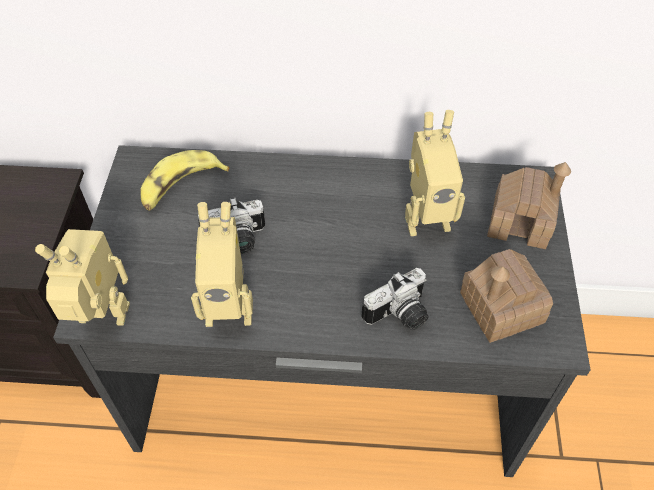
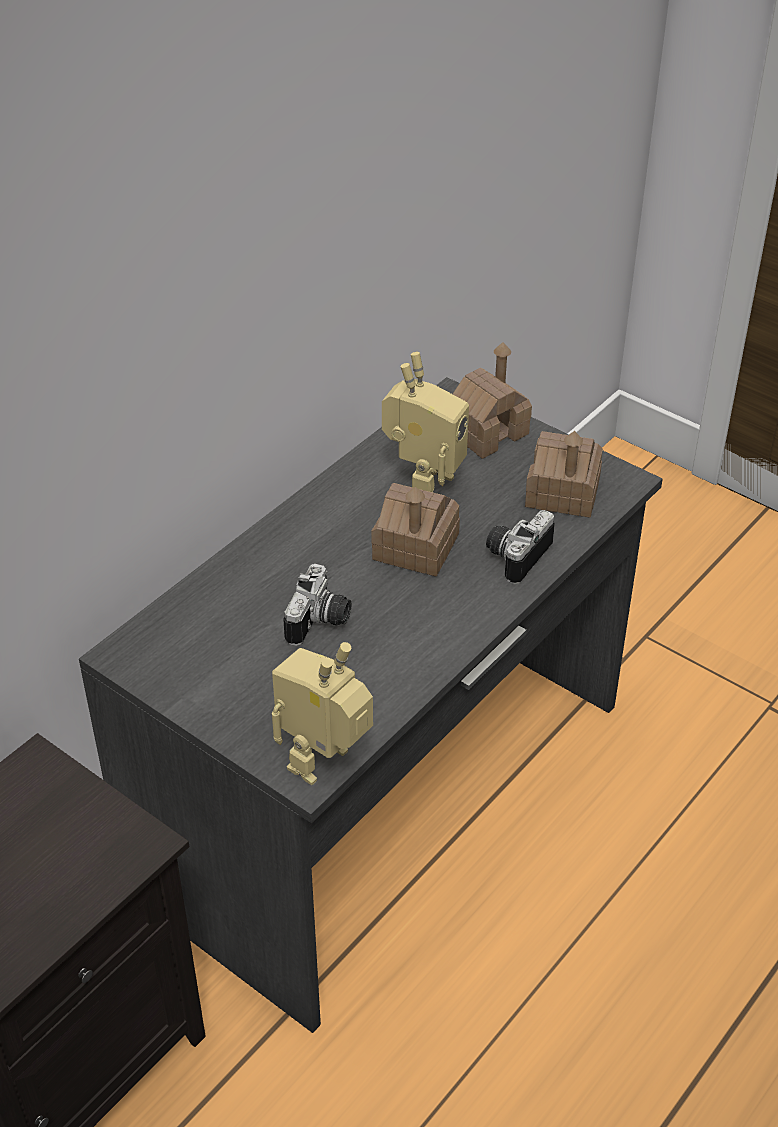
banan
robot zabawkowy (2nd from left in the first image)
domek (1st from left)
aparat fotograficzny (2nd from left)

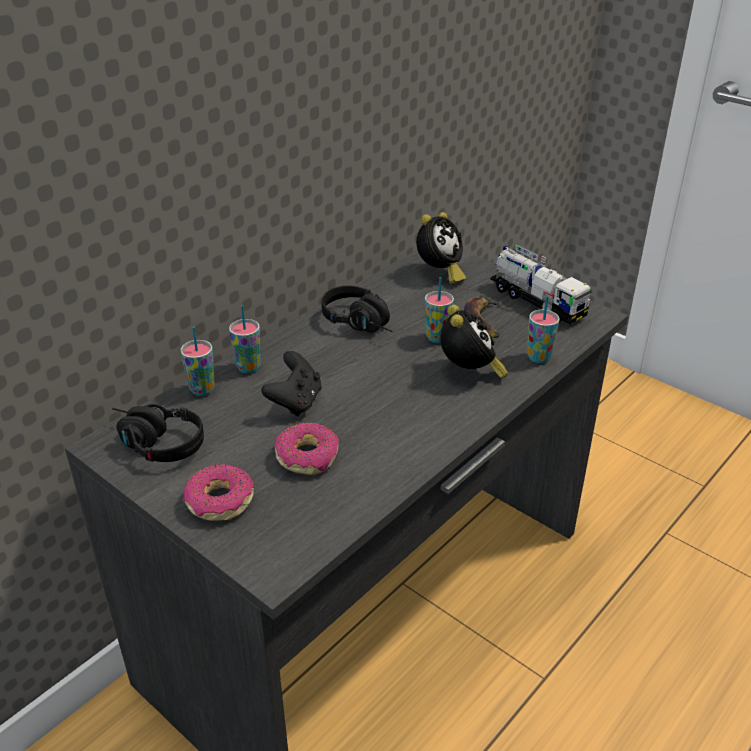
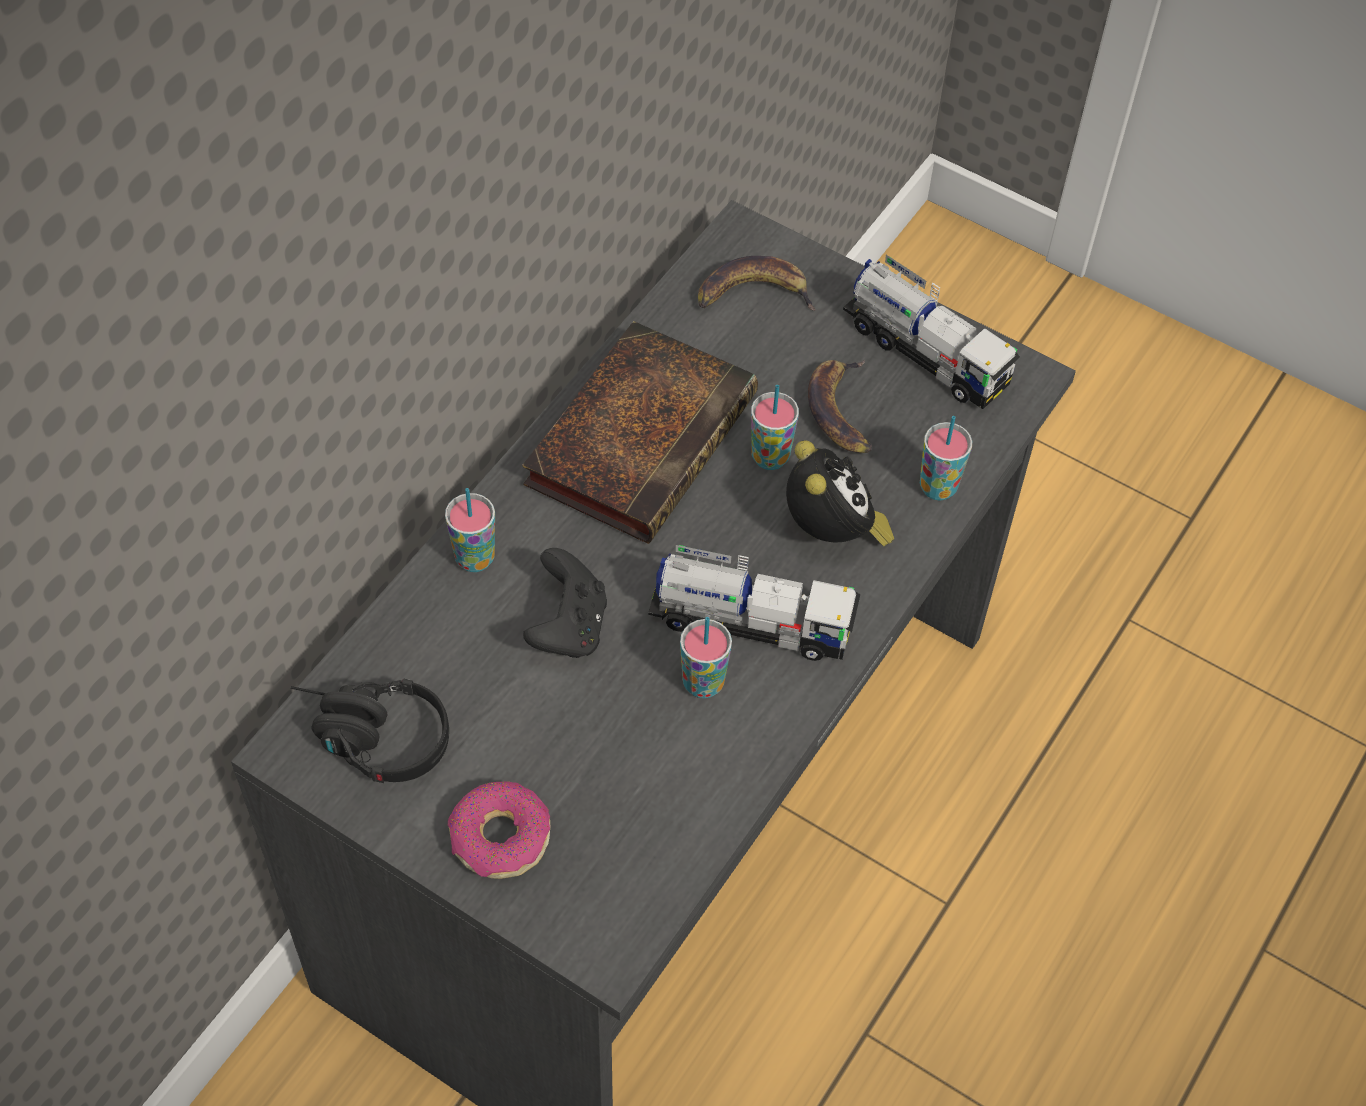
donut (2nd from left in the first image)
ciężarówka zabawkowa (1st from left)
filiżanka (2nd from left)
książka
banan (1st from left)

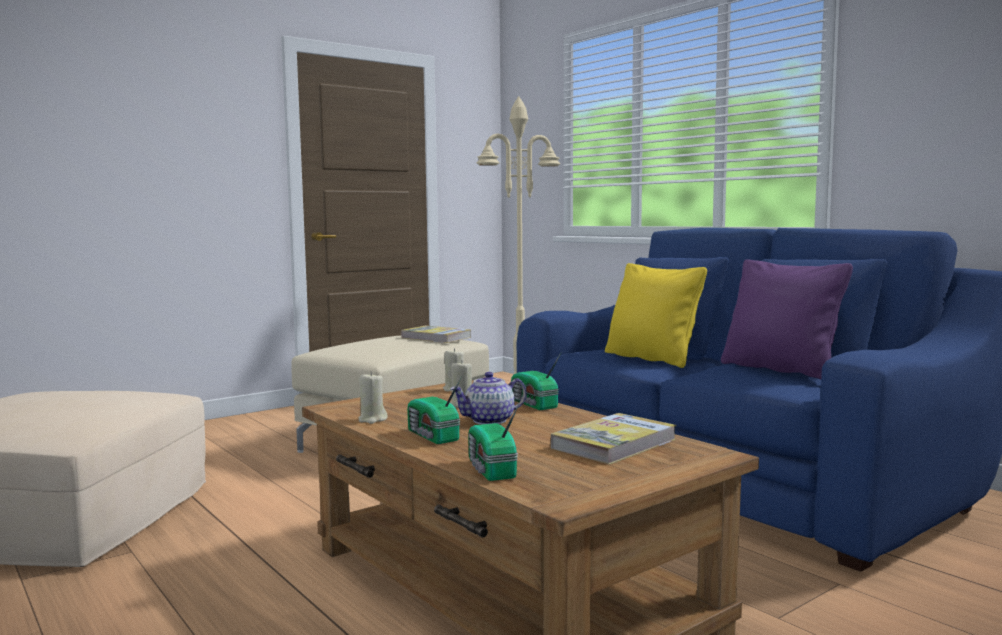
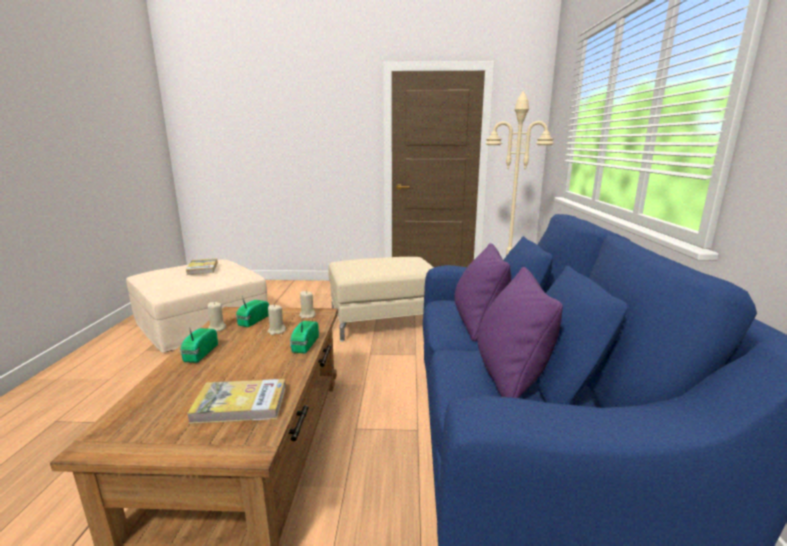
imbryk
książka (1st from left)
radio (2nd from left)
poduszka/fioletowy (1st from left)

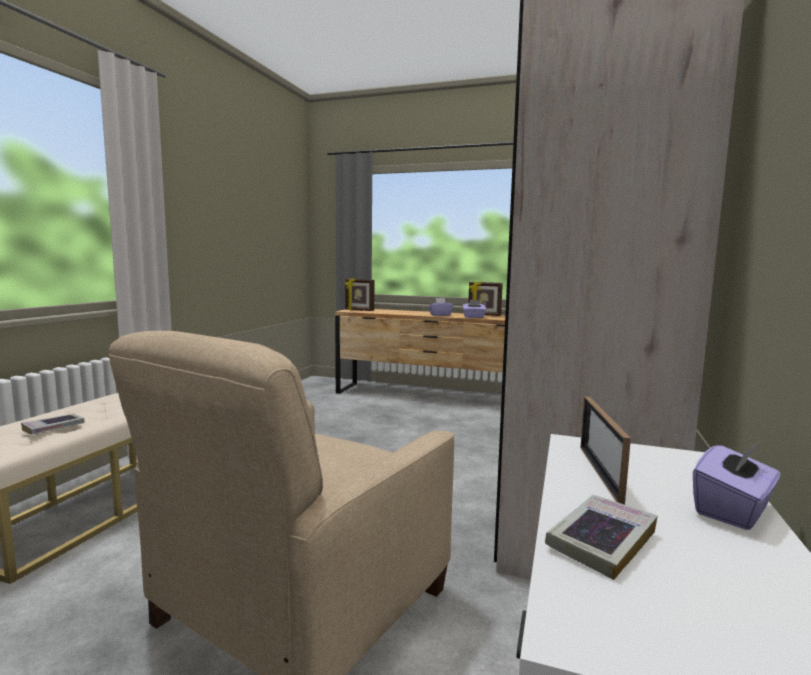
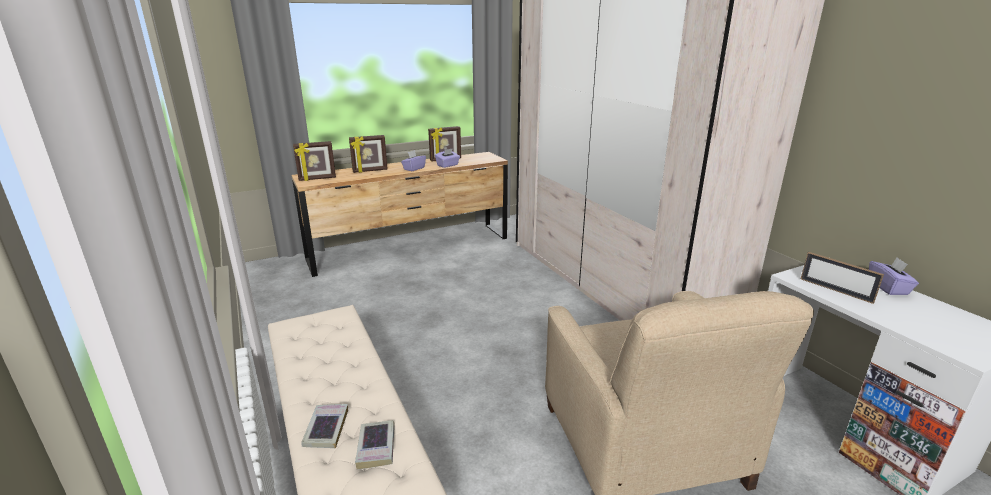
ramka na zdjęcie (2nd from left)
książka (1st from left)

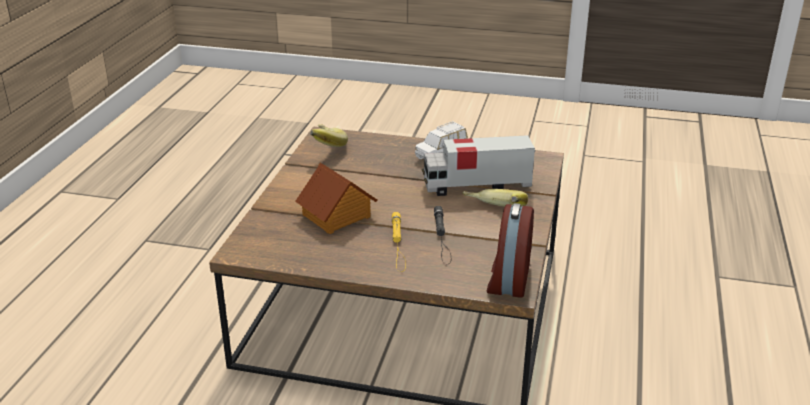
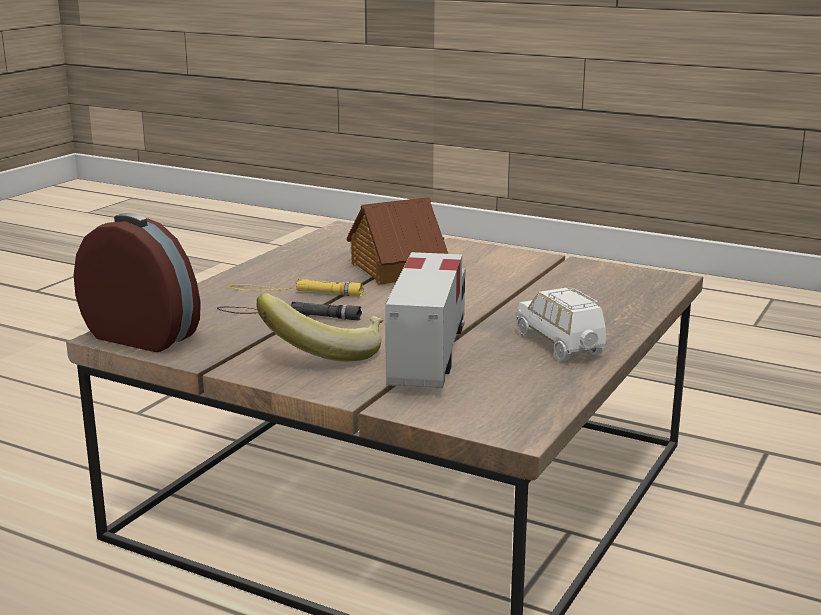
banan (1st from left in the first image)

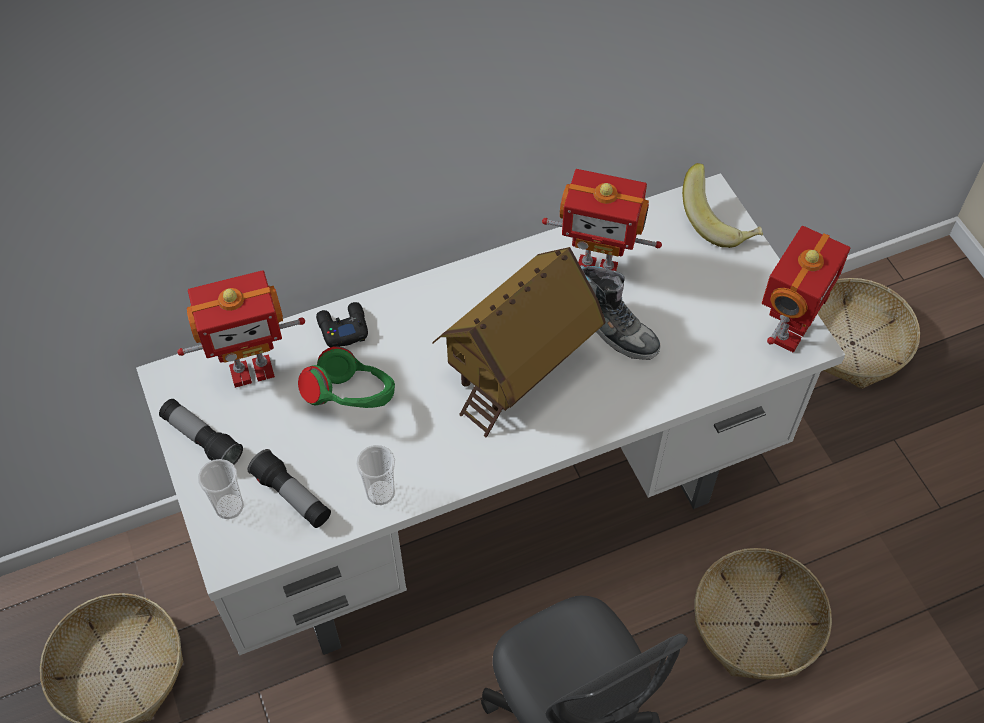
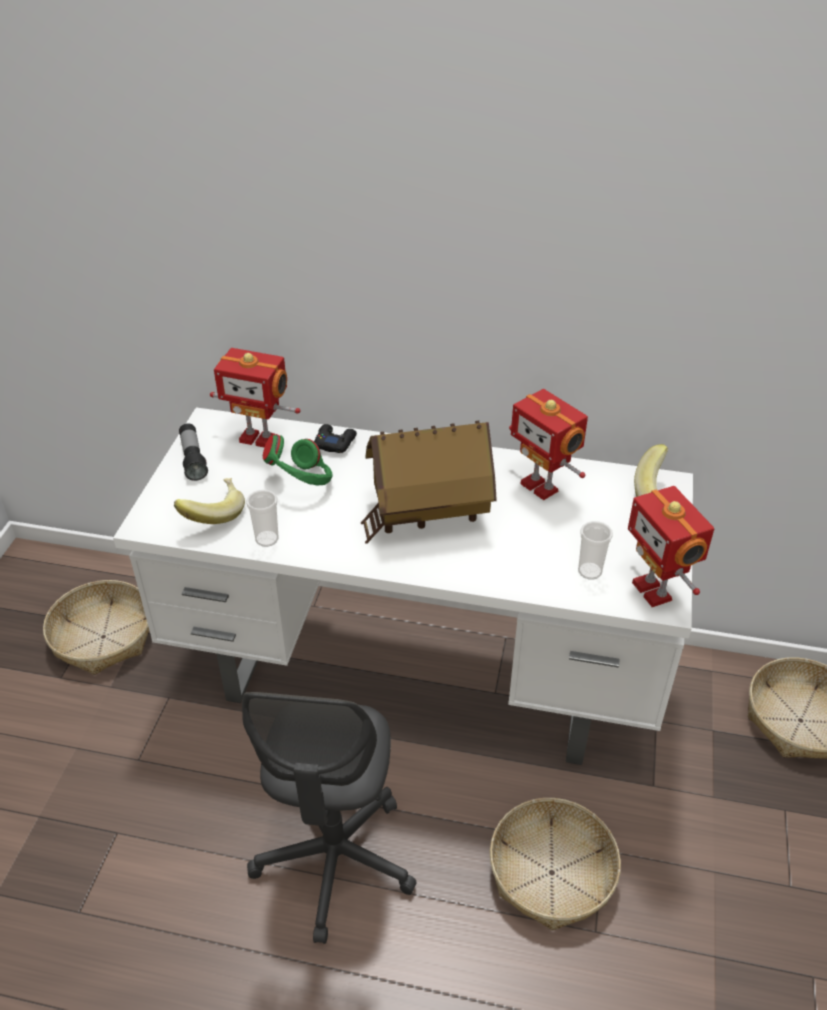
but
filiżanka (2nd from left)
banan (1st from left)
robot zabawkowy (3rd from left)

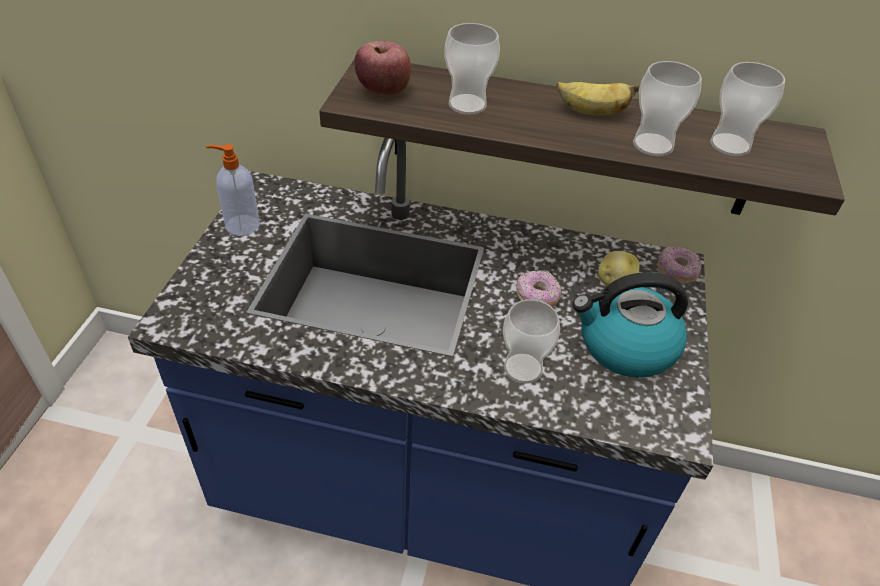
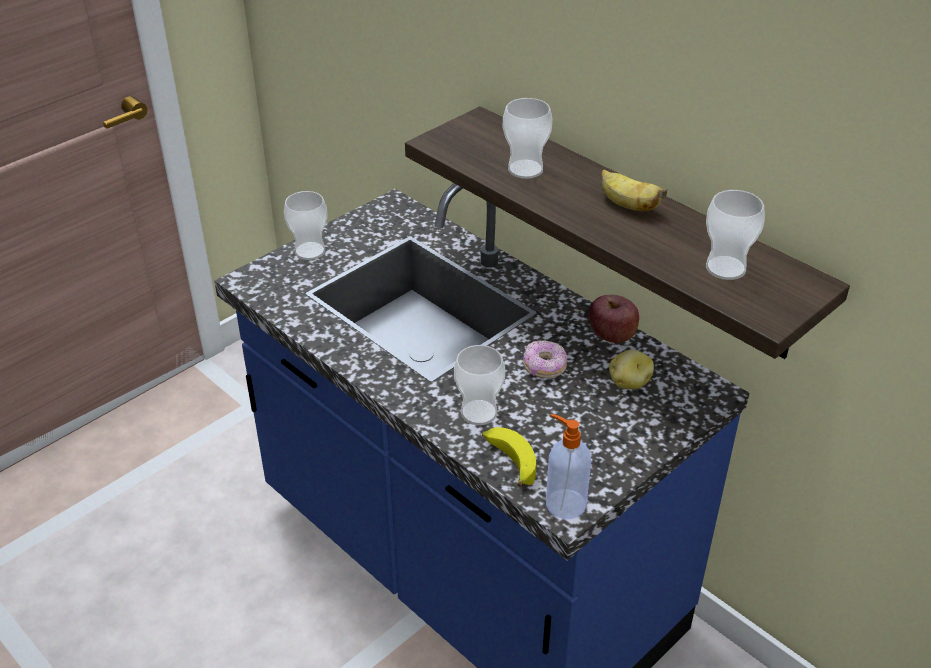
czajnik
donut (2nd from left in the first image)
banan (1st from left)
dozownik mydła
jabłko
filiżanka (1st from left)

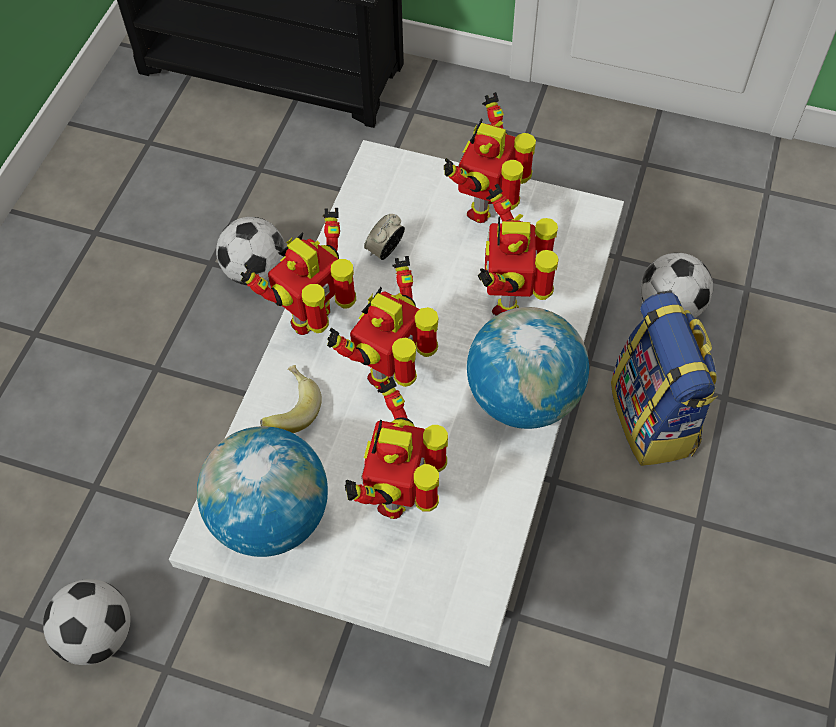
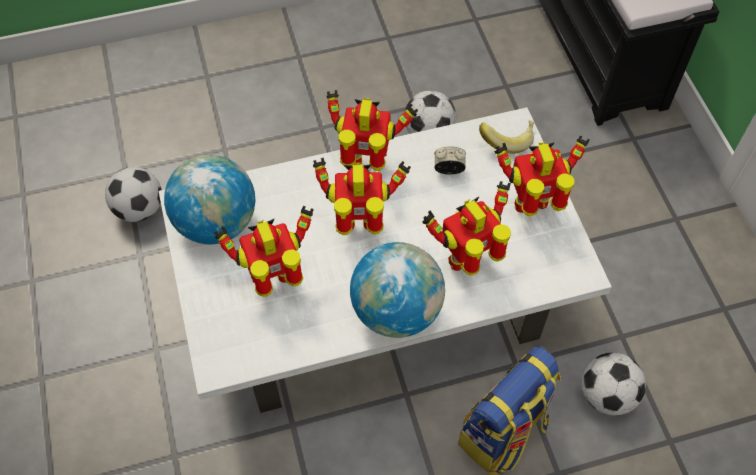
banan

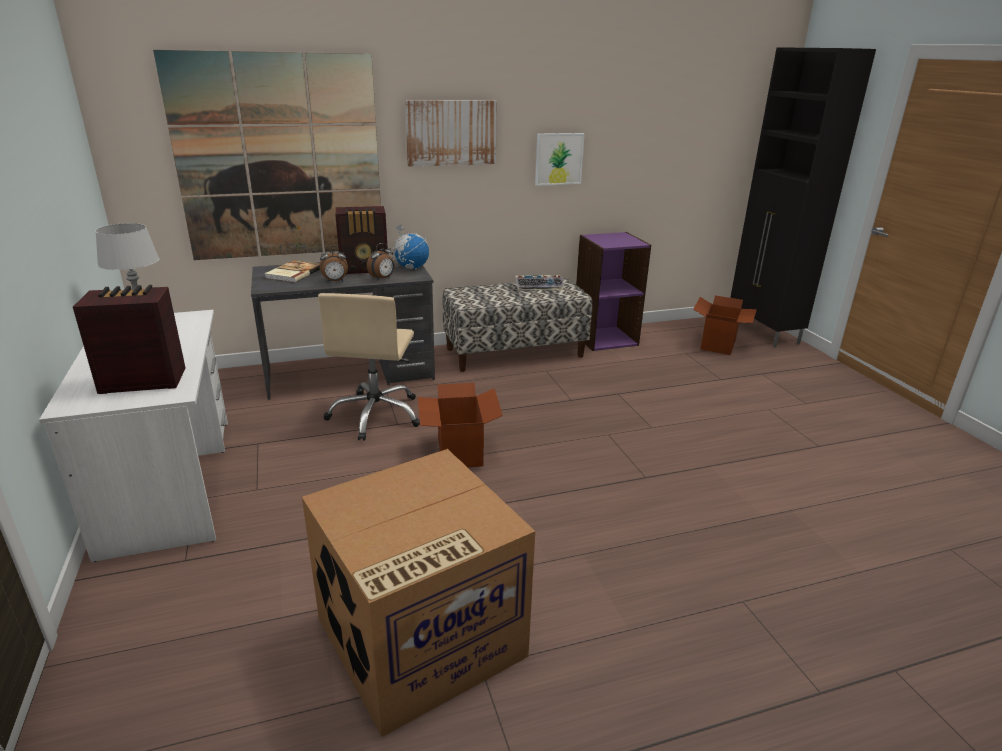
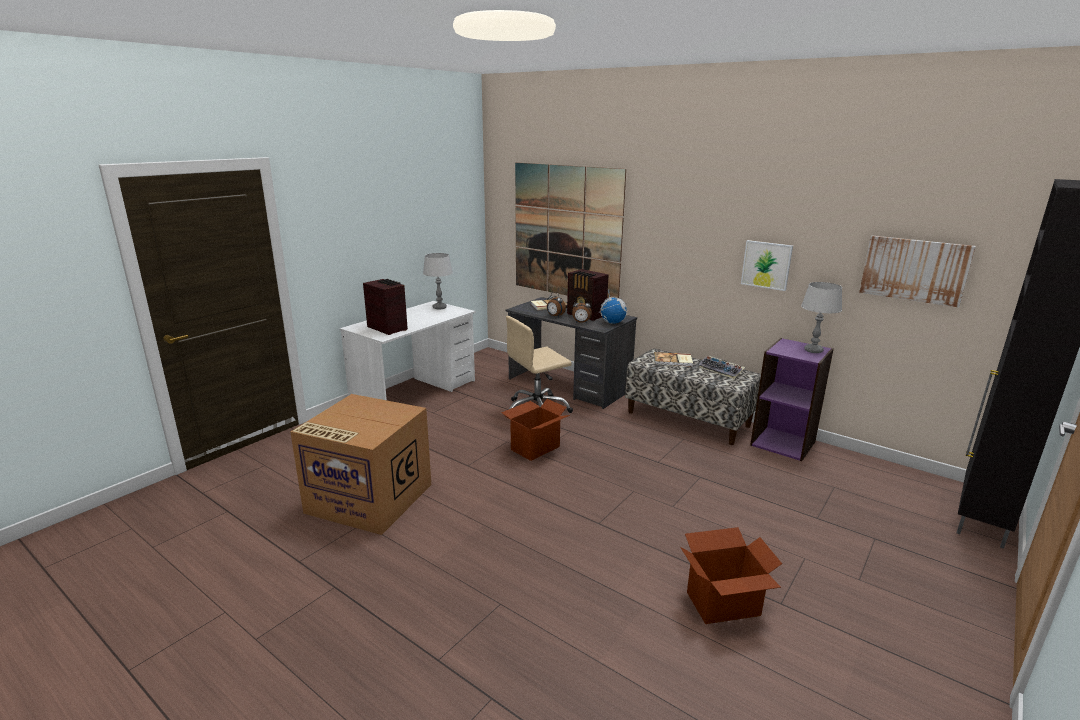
książka (2nd from left)
lampa stołowa/szary (2nd from left)
obraz (3rd from left)
karton (3rd from left)

